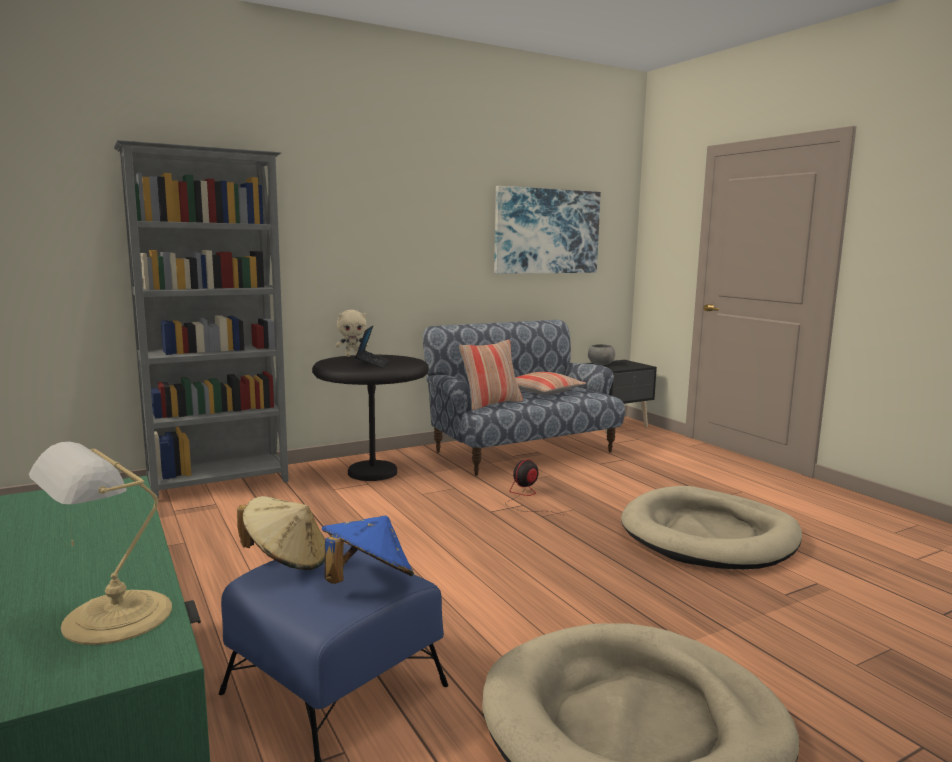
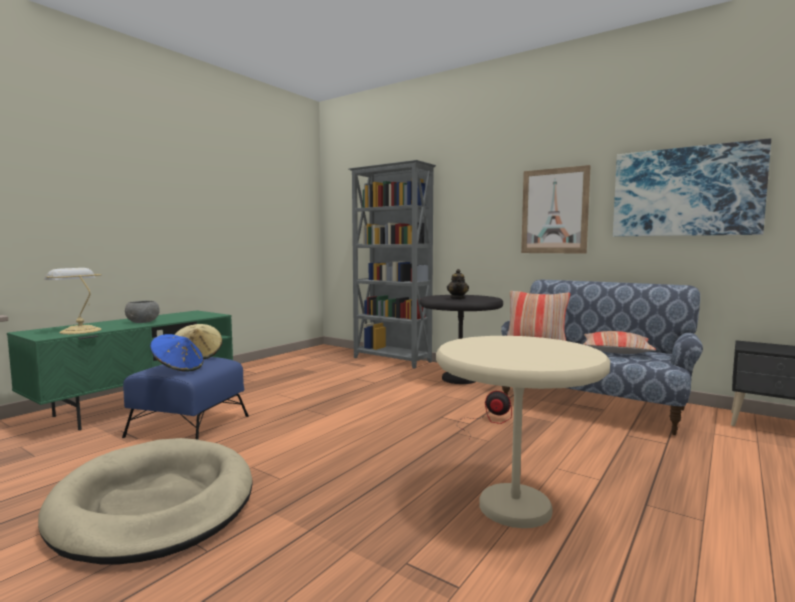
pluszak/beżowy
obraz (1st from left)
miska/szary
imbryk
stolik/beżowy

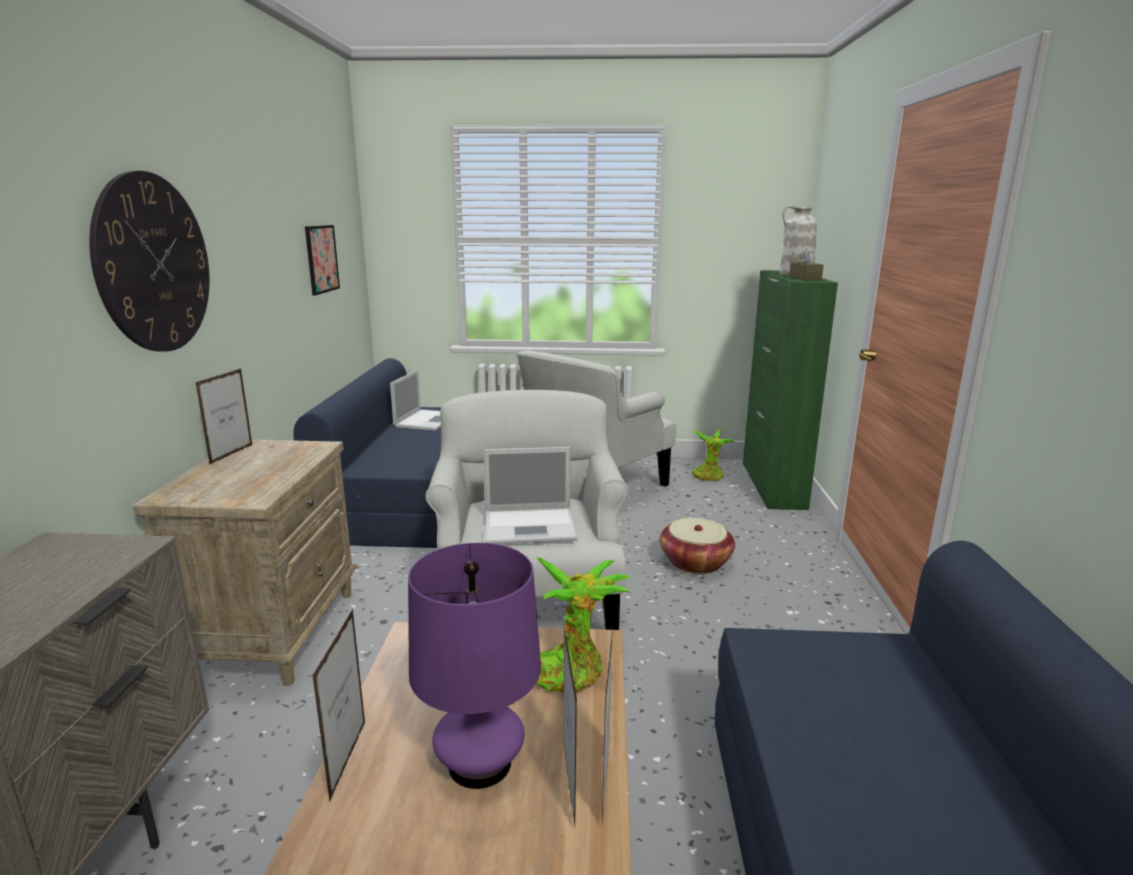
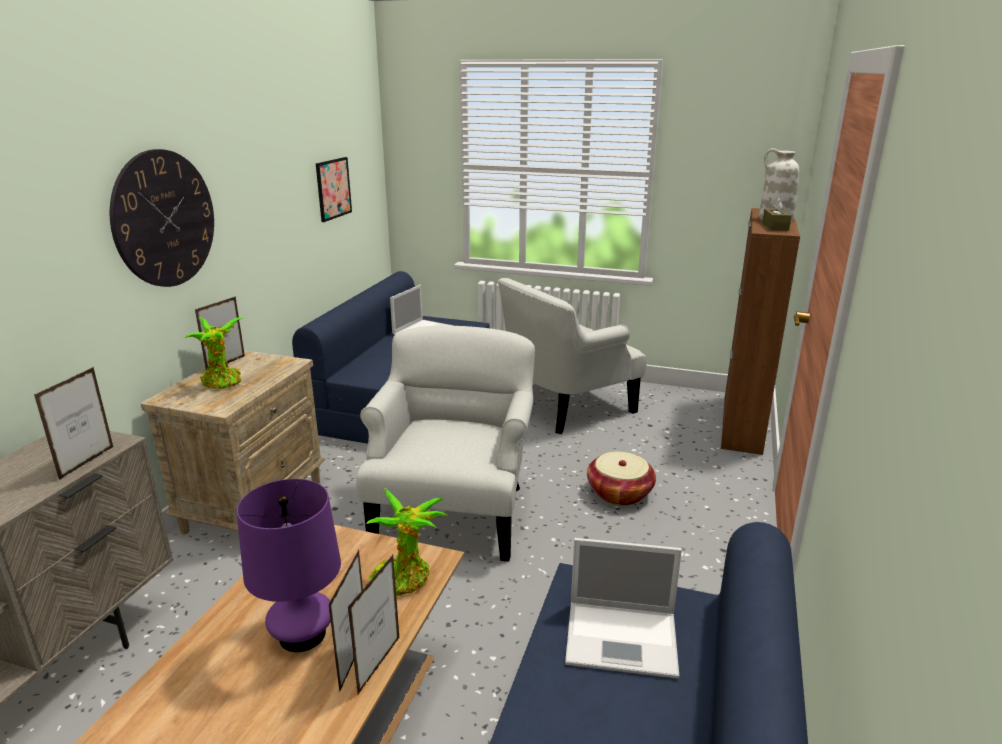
ramka na zdjęcie (1st from left)
laptop (2nd from left)
roślina doniczkowa (1st from left)
szafka/brązowy

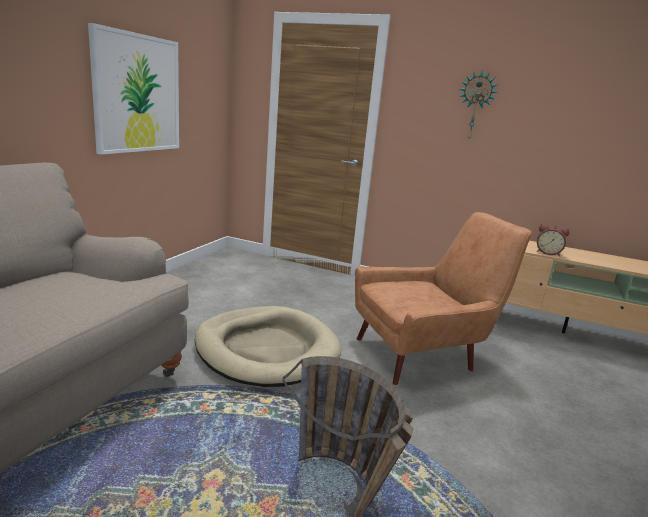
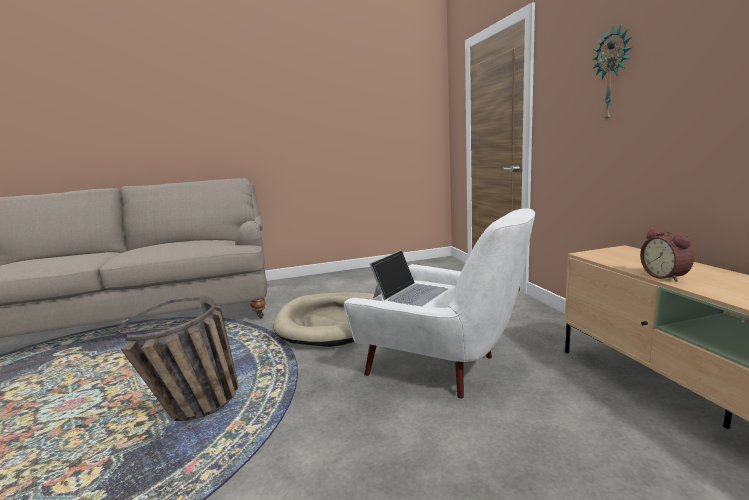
obraz
laptop
fotel/biały

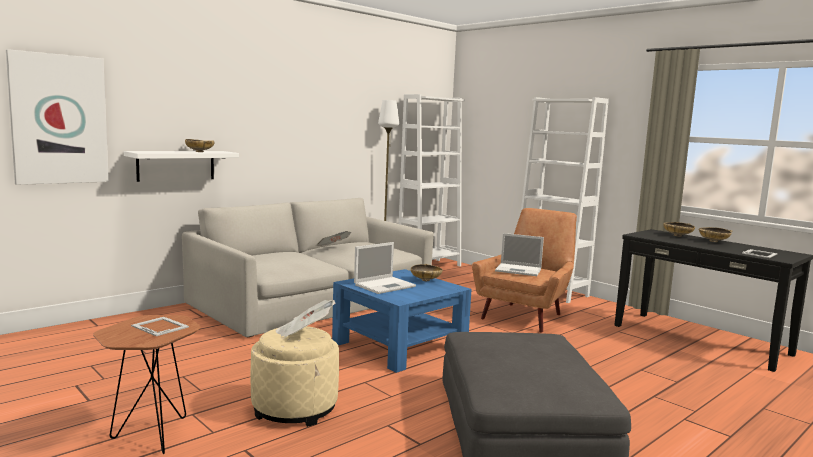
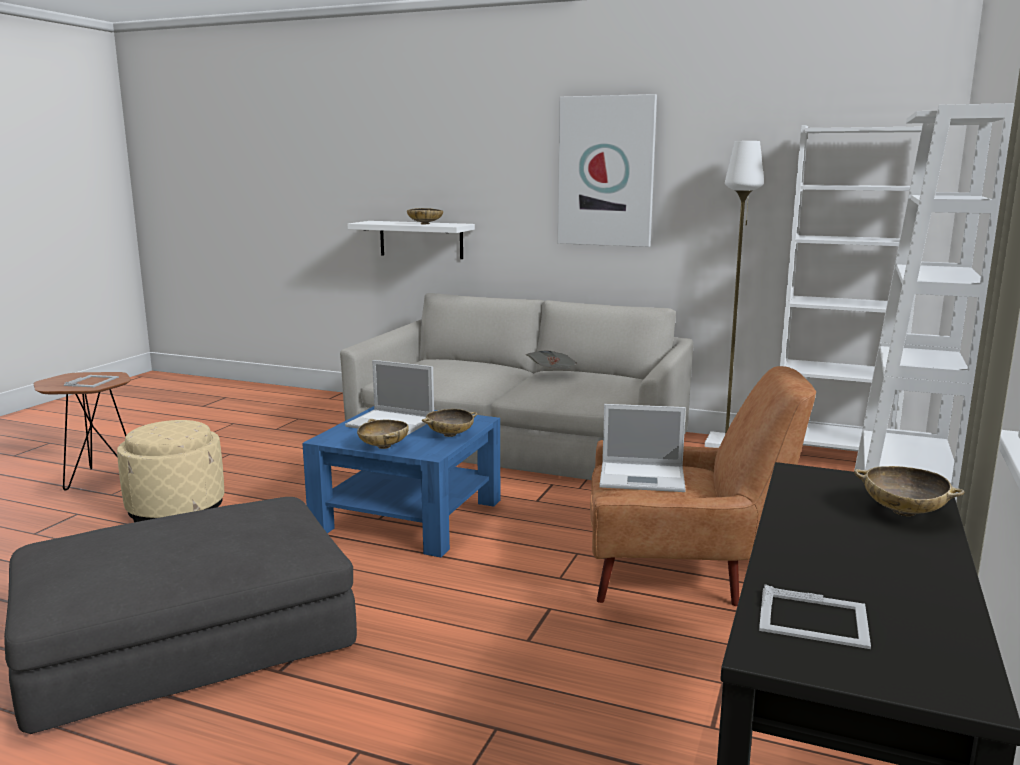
gazeta (1st from left in the first image)
obraz
miska/beżowy (1st from left)
laptop (2nd from left)

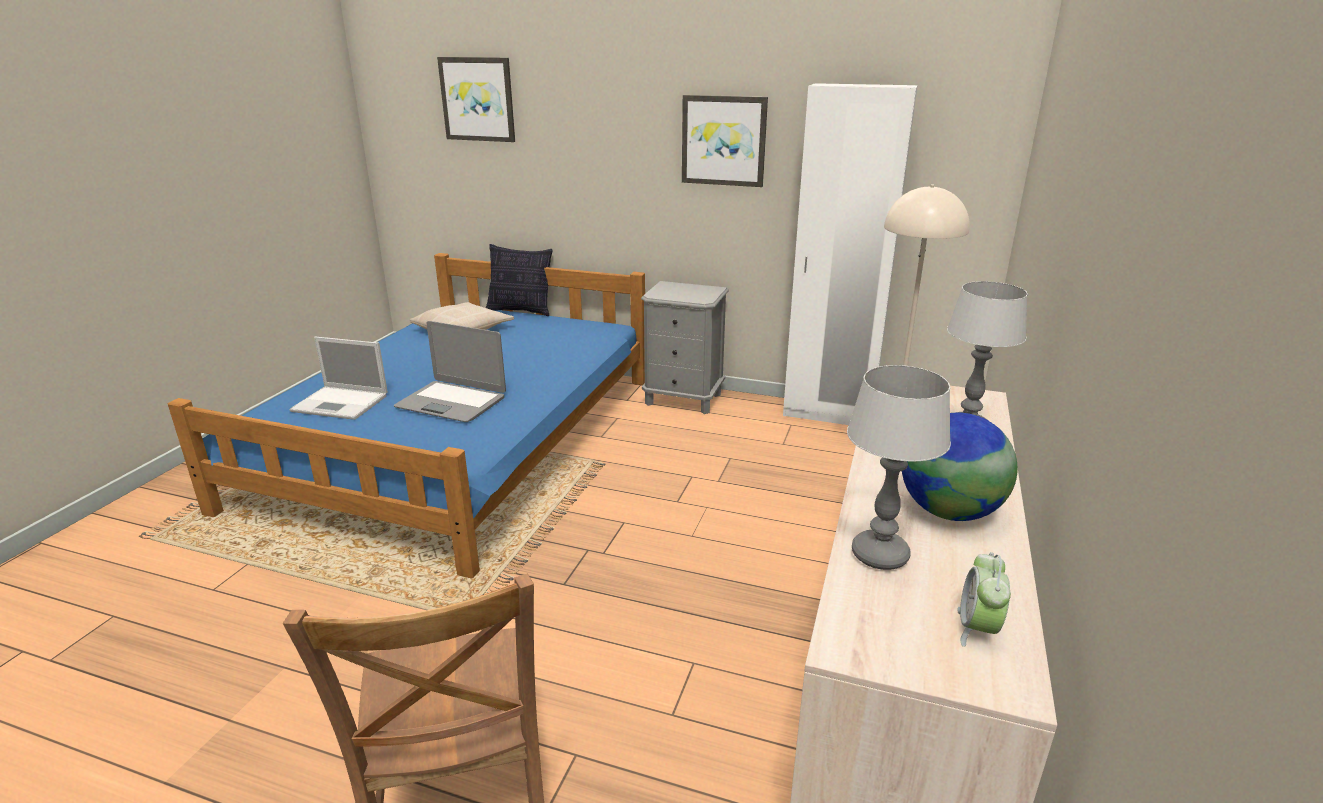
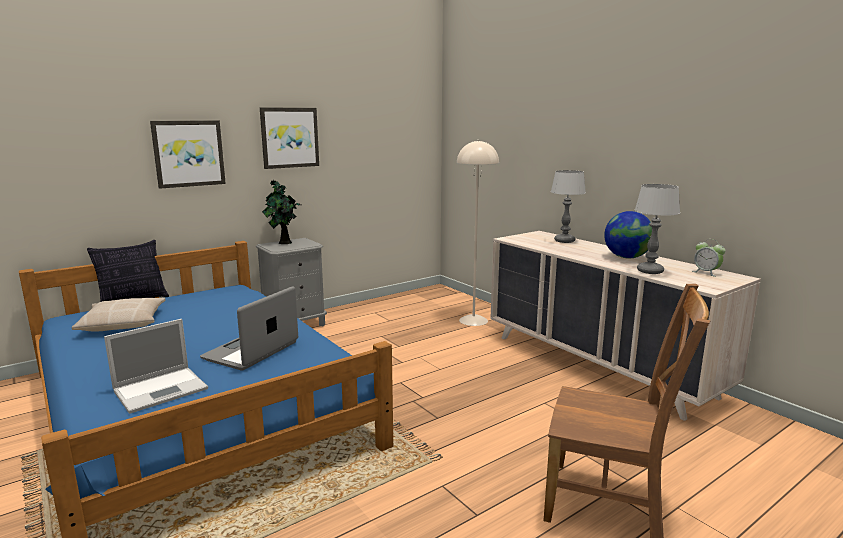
szafa/biały
roślina doniczkowa
obraz (1st from left)
laptop (2nd from left)

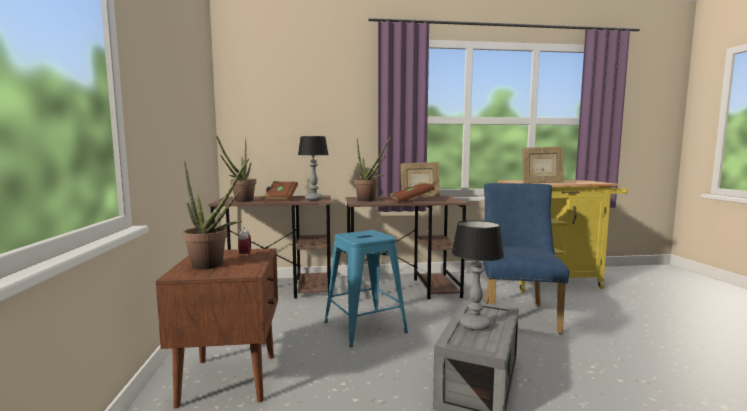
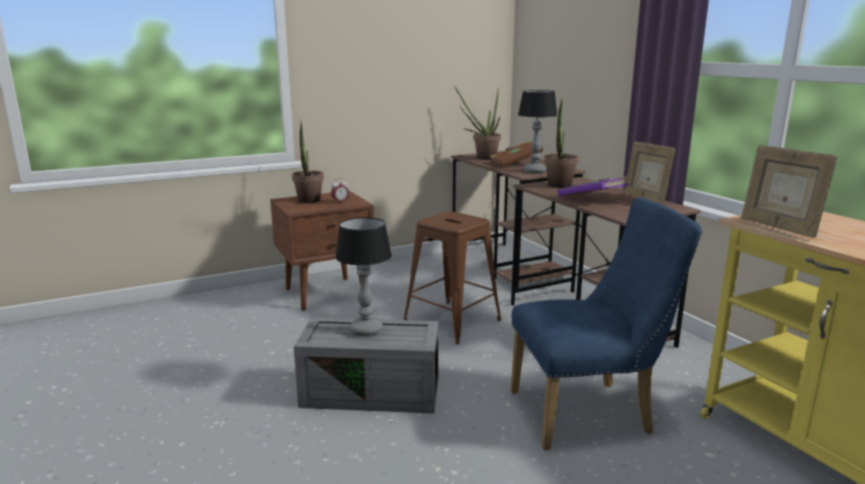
stołek/brązowy
książka/fioletowy

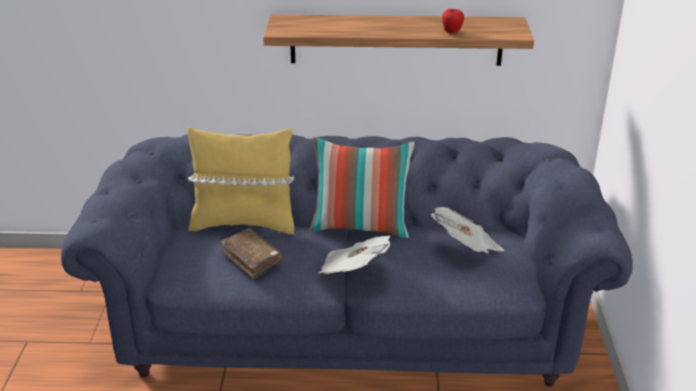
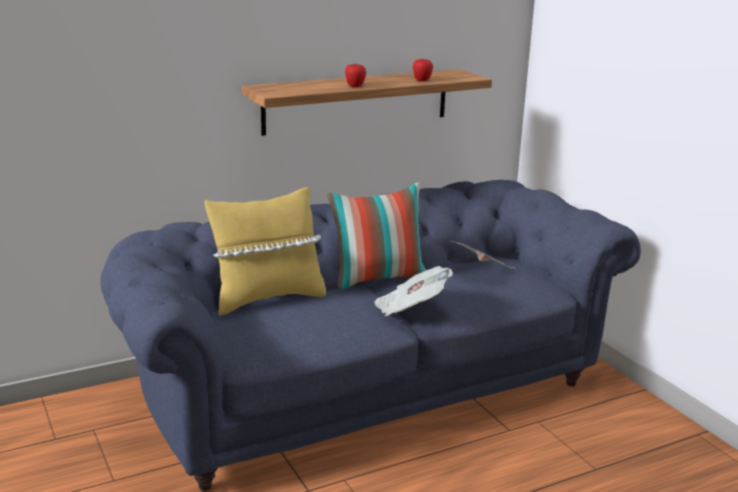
książka/brązowy
jabłko (1st from left)

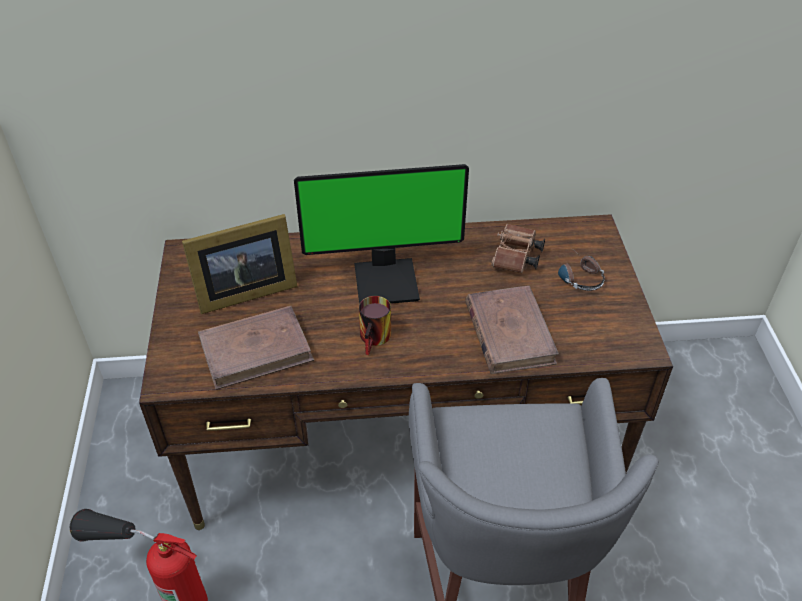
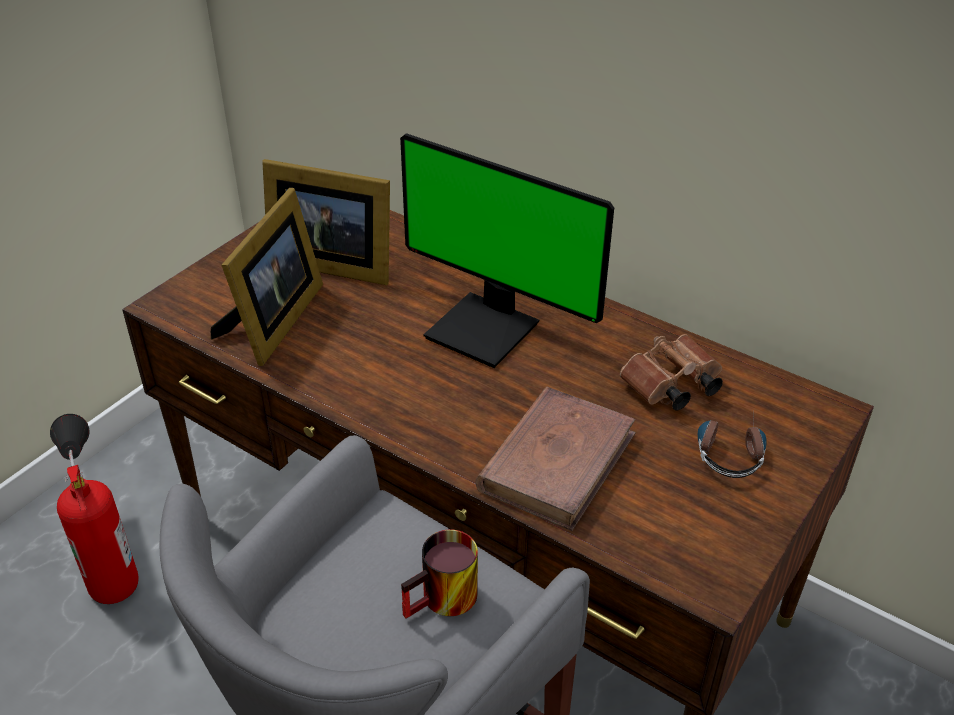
kubek
ramka na zdjęcie (1st from left)

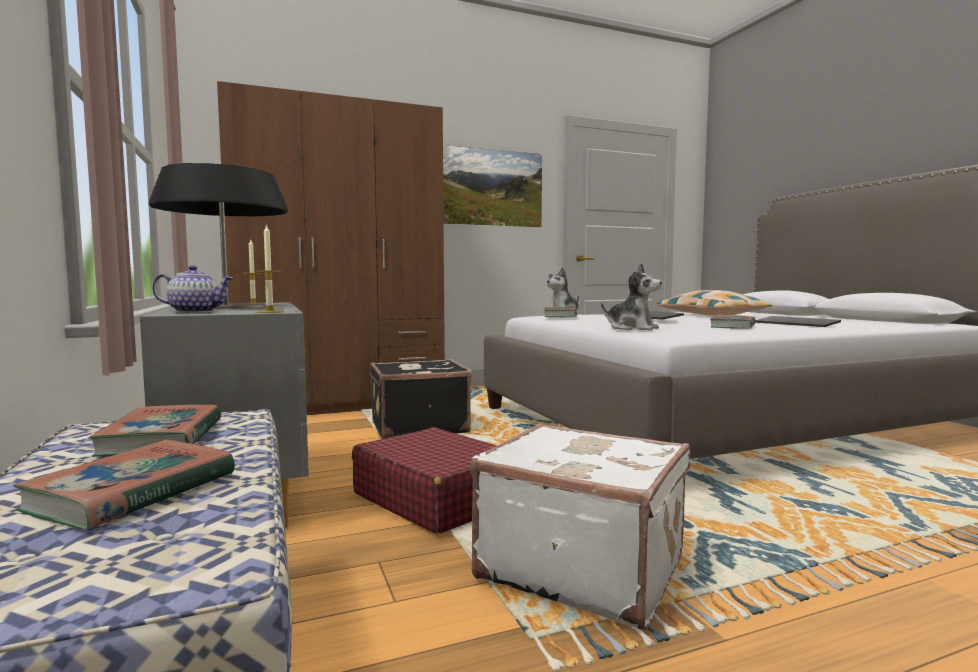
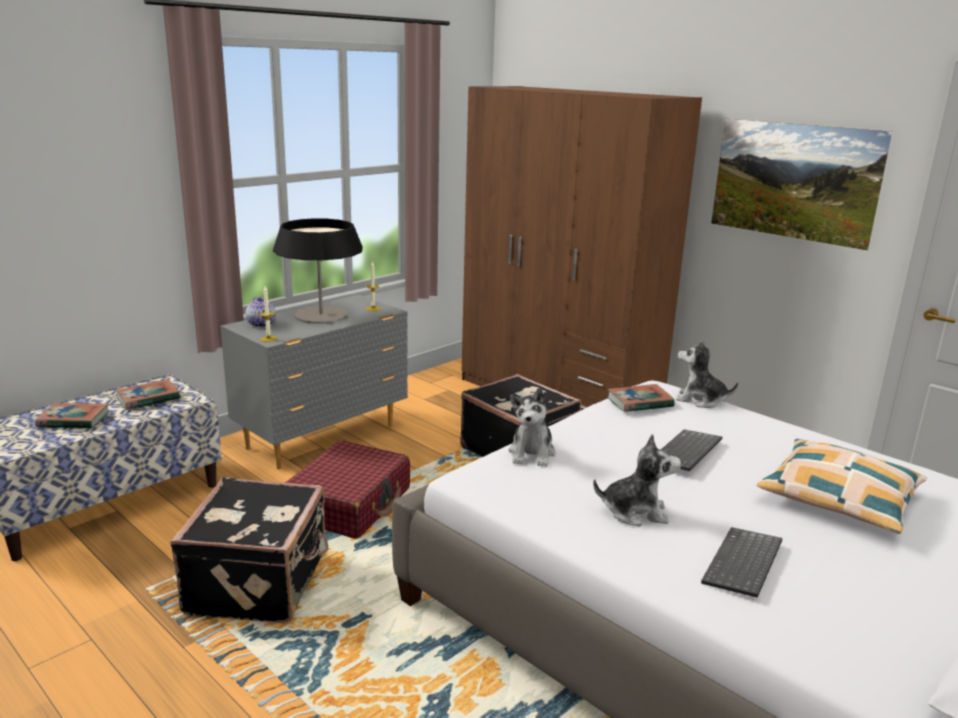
pluszak (2nd from left)
walizka/czarny (1st from left)

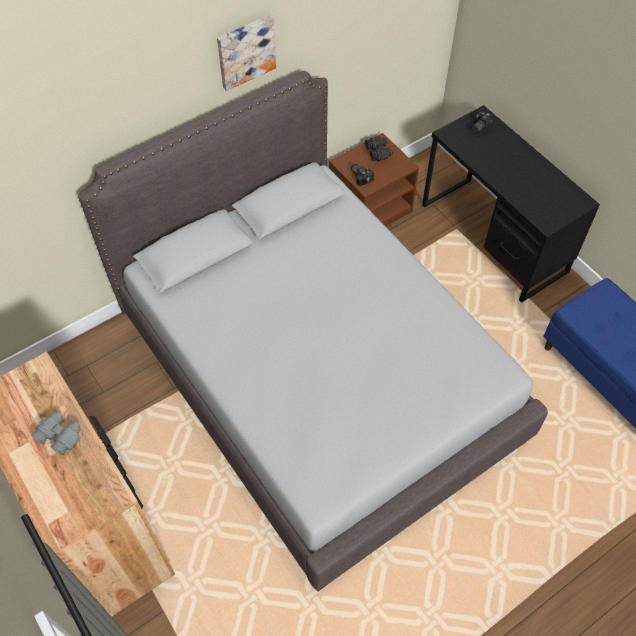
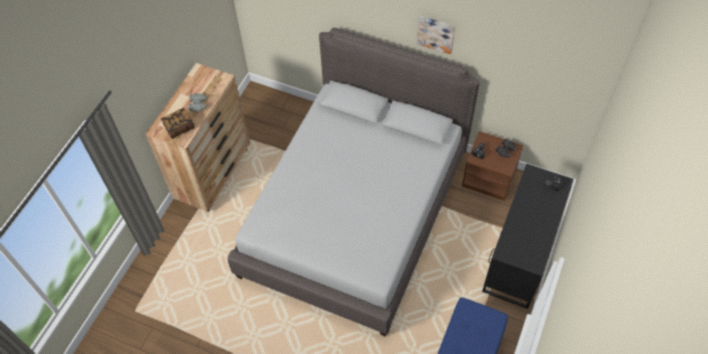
książka

